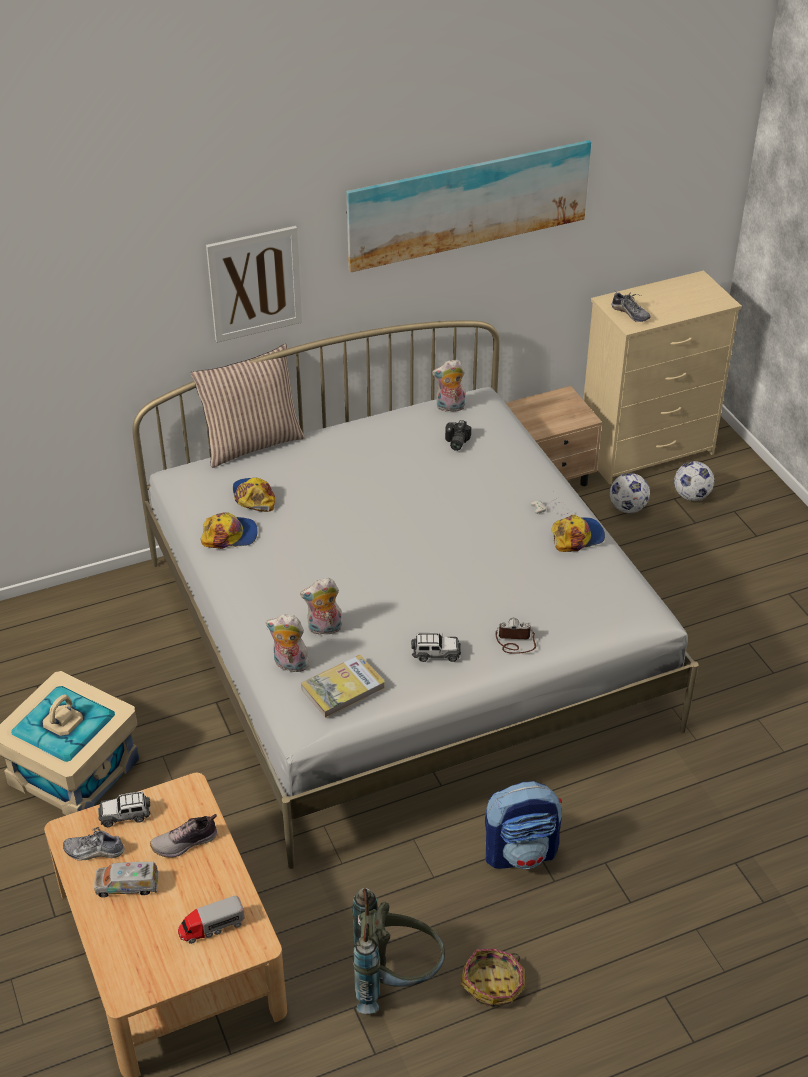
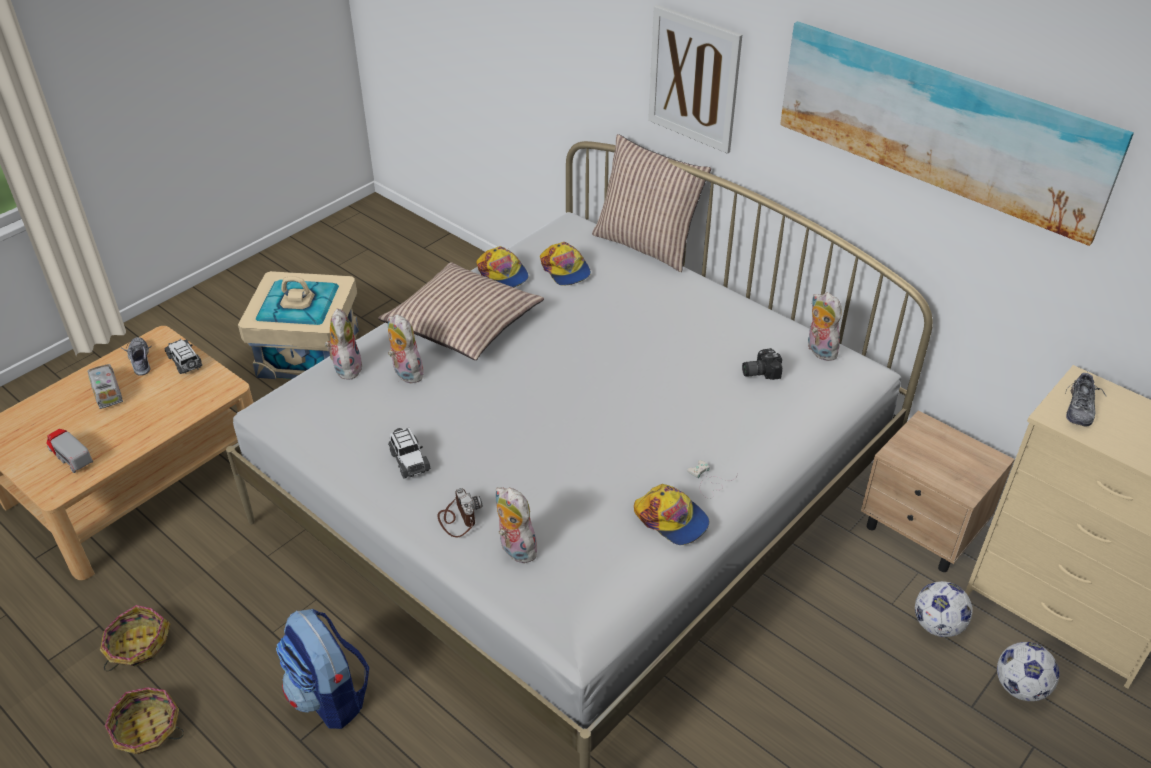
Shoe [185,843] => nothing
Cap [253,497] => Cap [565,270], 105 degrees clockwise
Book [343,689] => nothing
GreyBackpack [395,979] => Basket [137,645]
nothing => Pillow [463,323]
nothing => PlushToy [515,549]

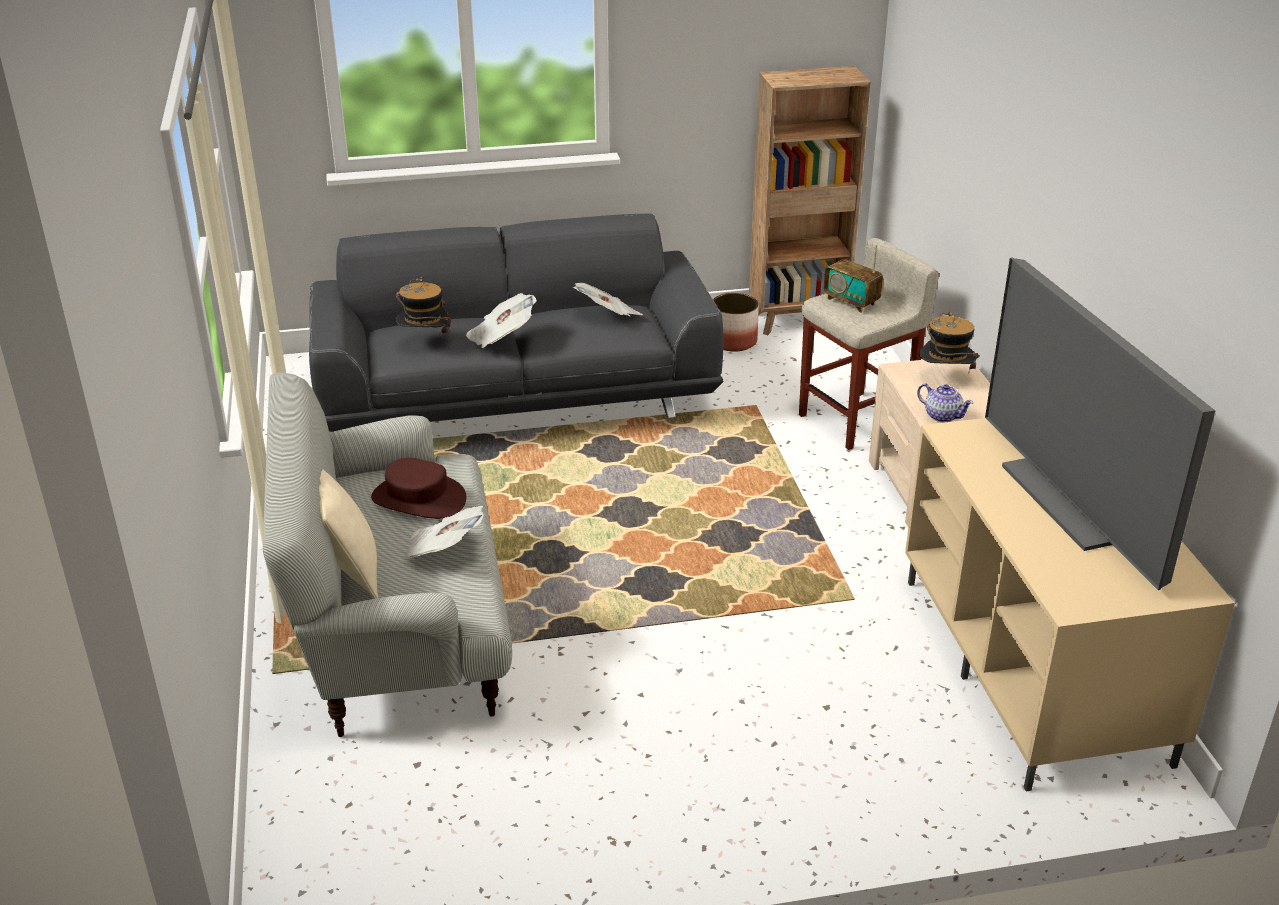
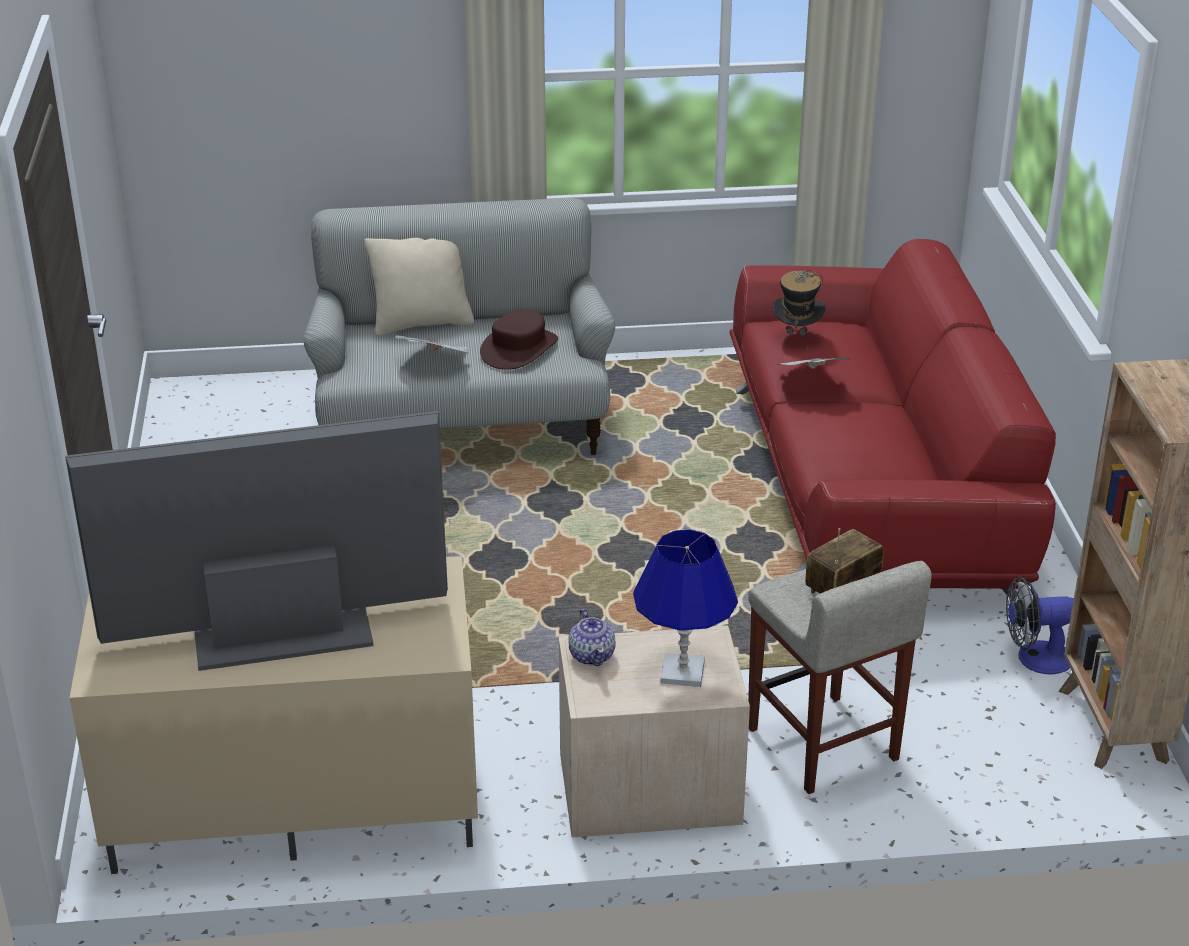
GreySofa [517,396] => RedSofa [872,486]
Newspaper [608,316] => nothing
Planter [733,341] => Fan [1035,658]
Teapot [942,415] => Teapot [592,655], 60 degrees counterclockwise
Hat [944,379] => BlueTableLamp [682,672]

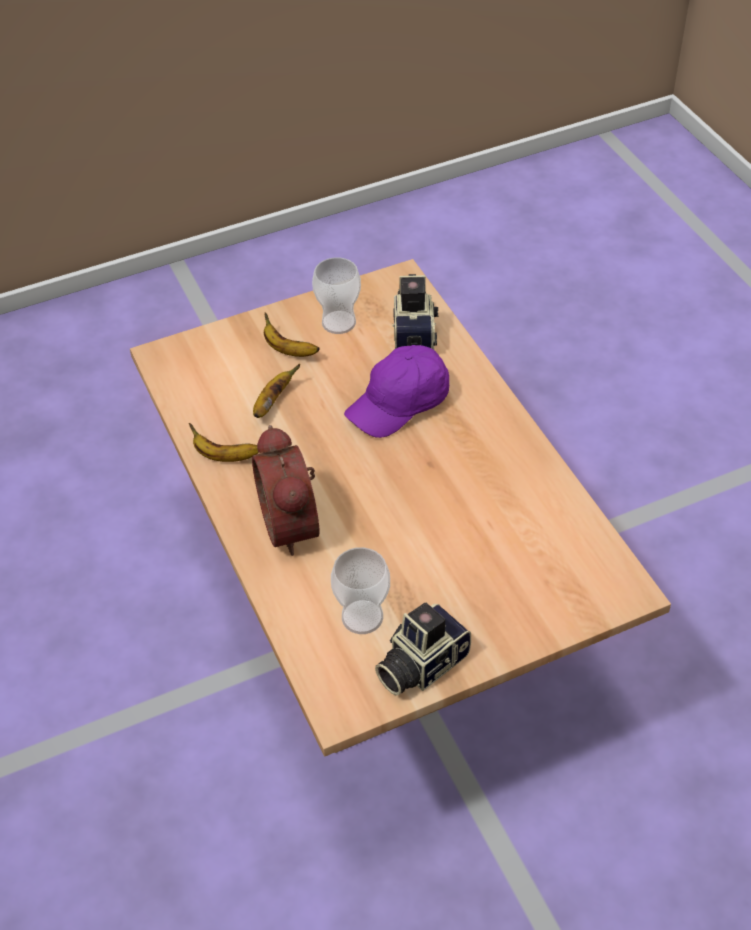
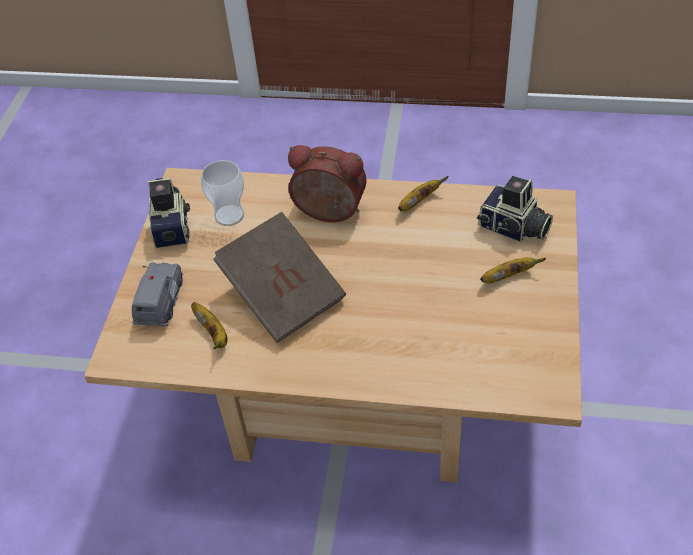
Banana [272,402] => Banana [213,333], shifted
Cup [338,322] => nothing
PurpleCap [400,404] => nothing
PhotoCamera [415,332] => PhotoCamera [513,229], shifted
nothing => GreyToyCar [161,301]
nothing => BrownBook [283,294]

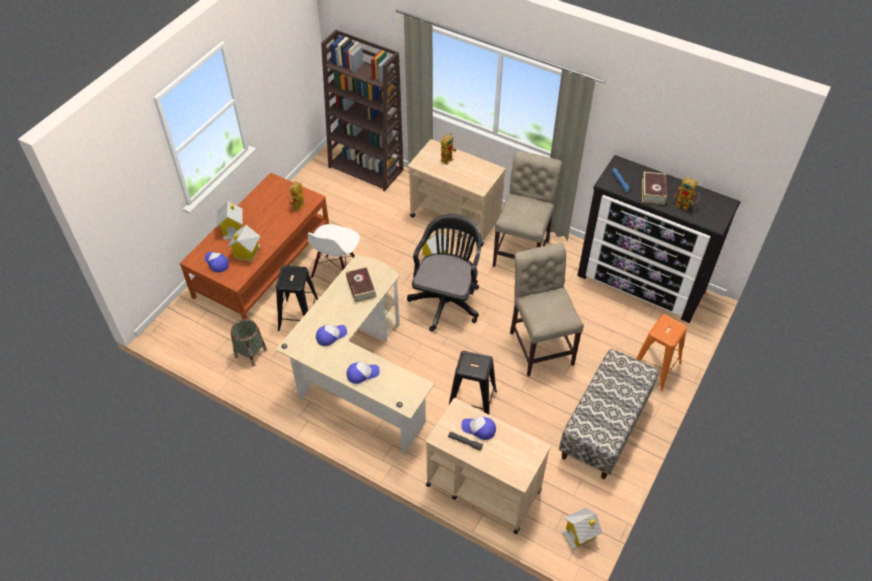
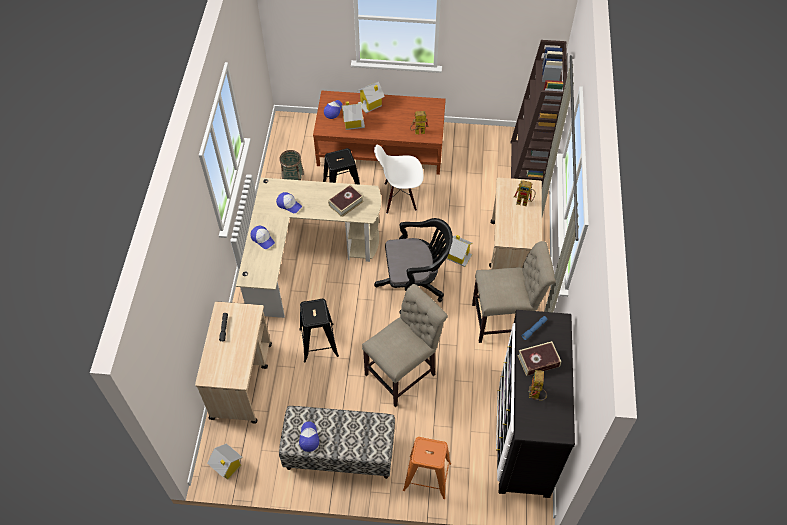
Cap [479,429] => Cap [309,437], shifted

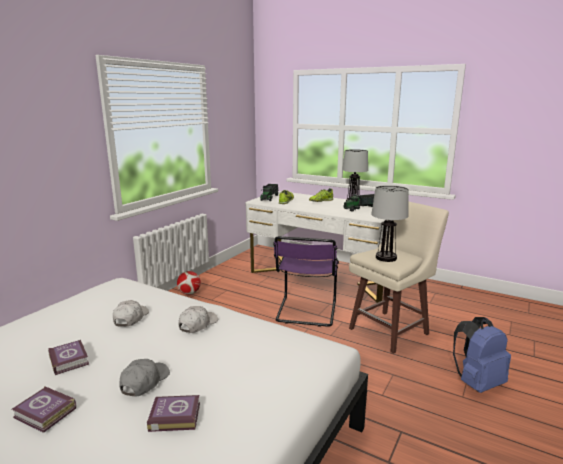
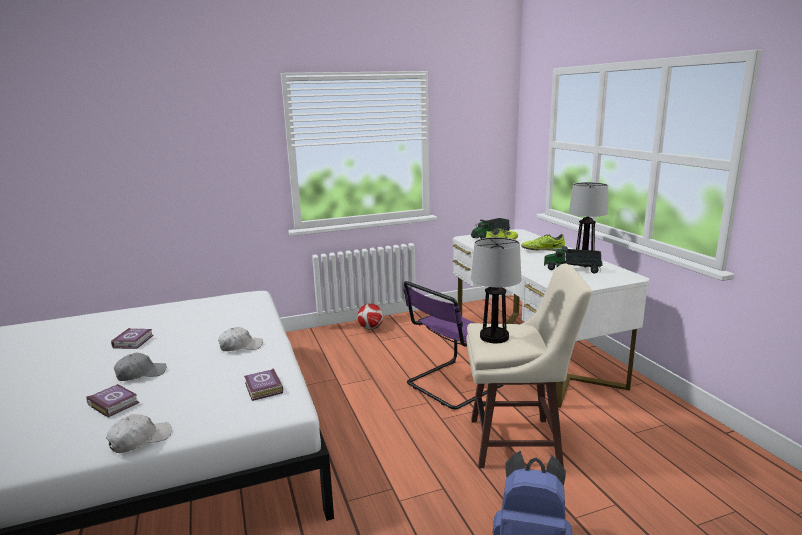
Book [45,414] => Book [263,388], shifted
WhiteCap [131,318] => WhiteCap [140,440], shifted

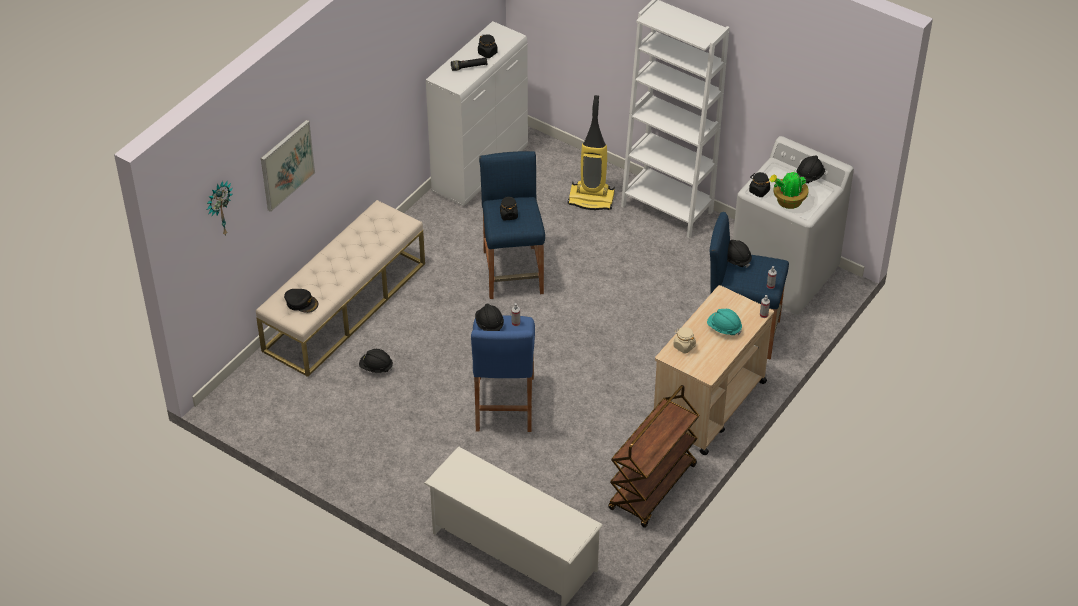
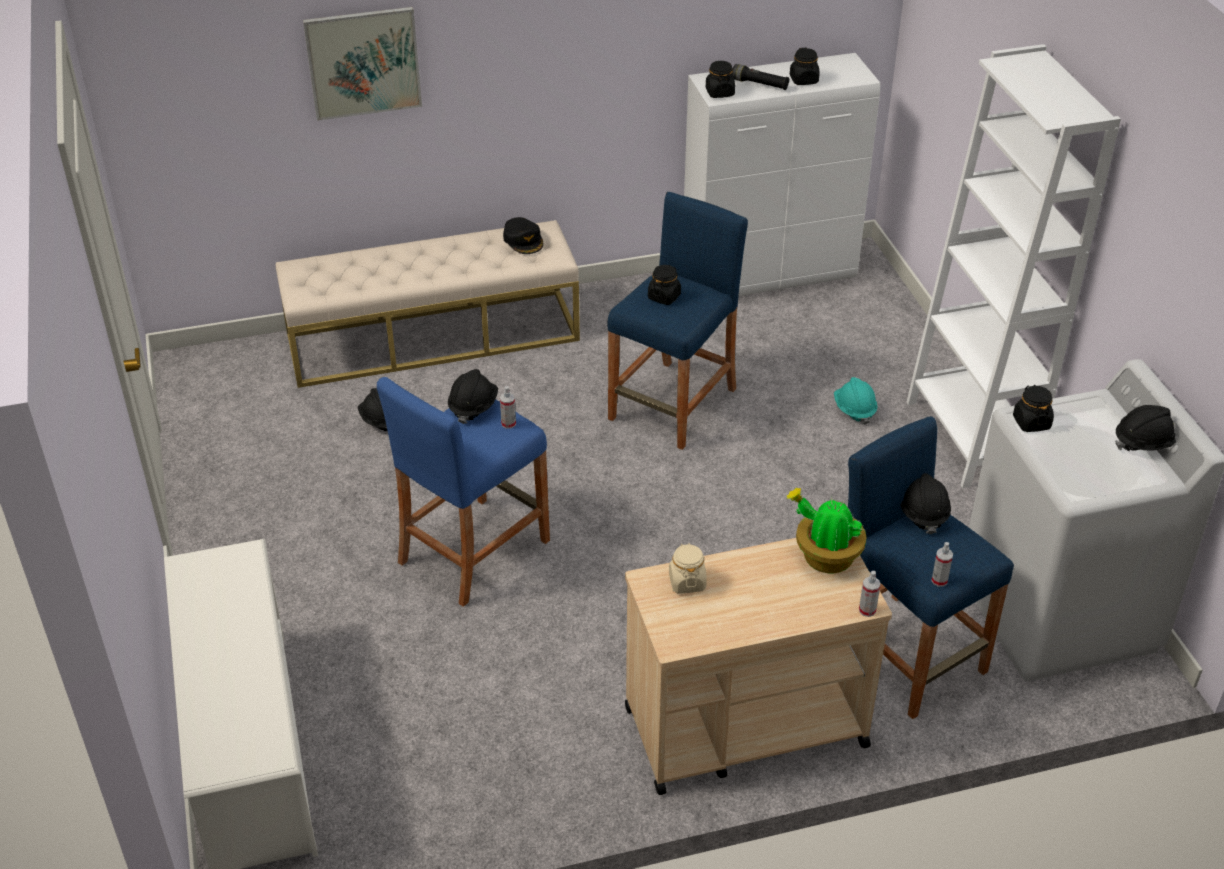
WallClock [219,209] => nothing
BlackCap [301,303] => BlackCap [523,240], shifted
VacuumCleaner [592,199] => nothing
BrownCart [653,488] => nothing
TurquoiseHardHat [724,328] => TurquoiseHardHat [854,410], shifted
PottedPlant [788,202] => PottedPlant [825,557], shifted
nothing => BlackJar [719,92]

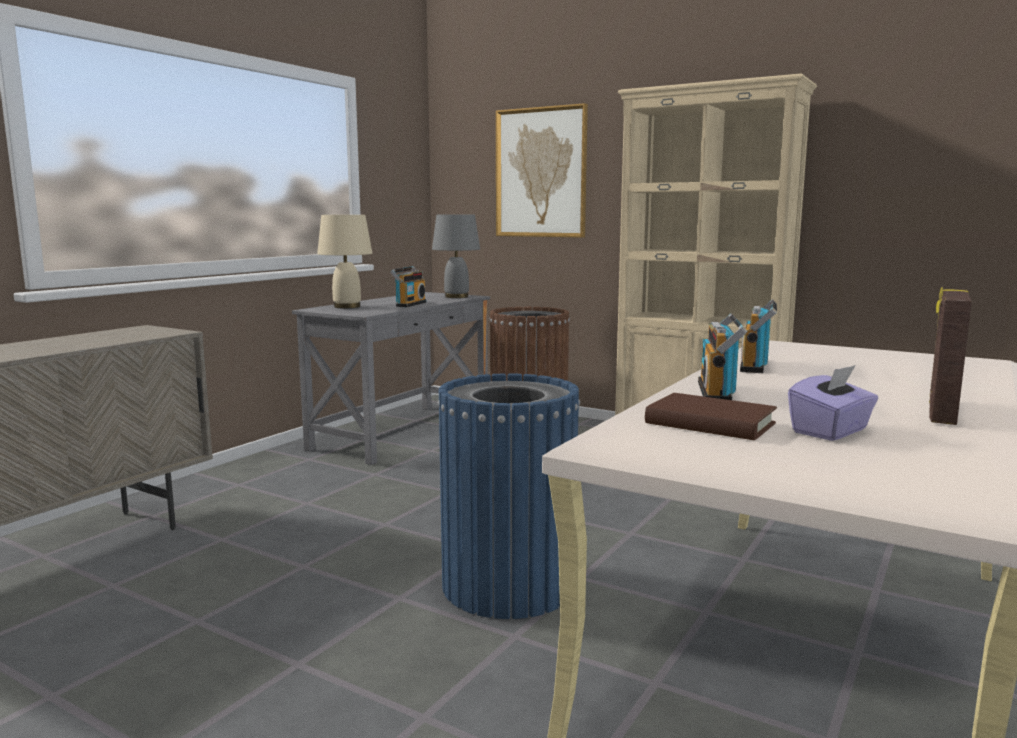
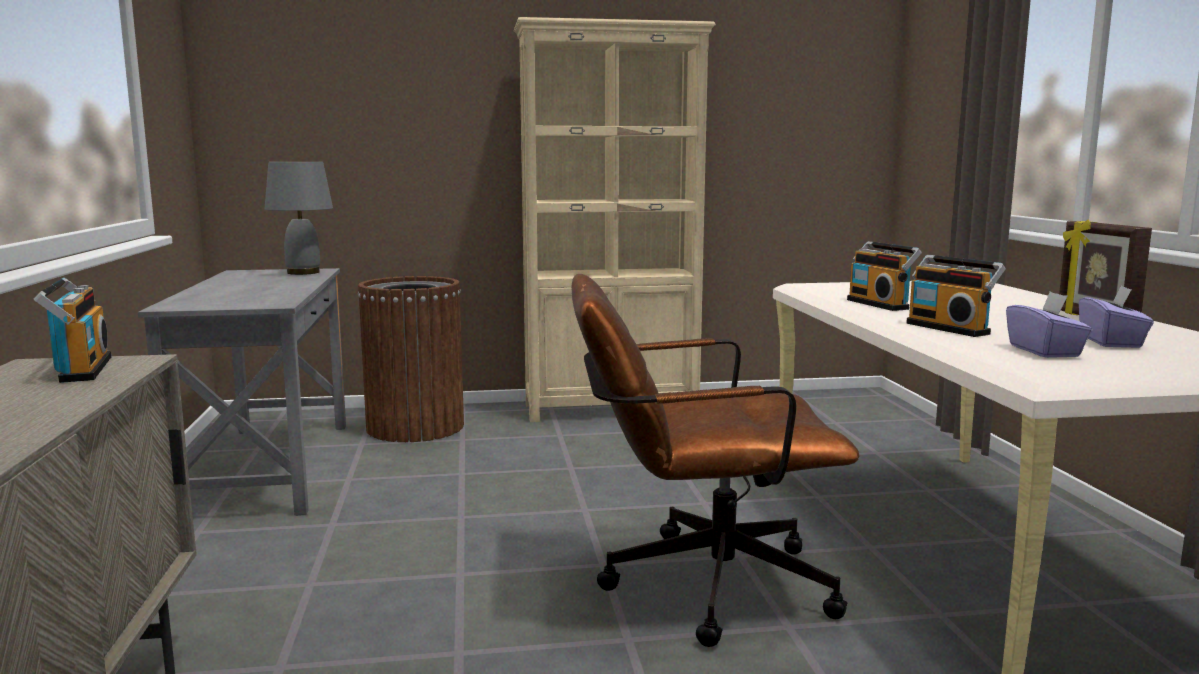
BeigeTableLamp [347,306] => nothing
Radio [409,304] => Radio [80,370], shifted
BlueTrashCan [508,585] => BrownOfficeChair [698,585]
Picture [541,173] => nothing
BrownBook [710,424] => PurpleTissueBox [1045,351]

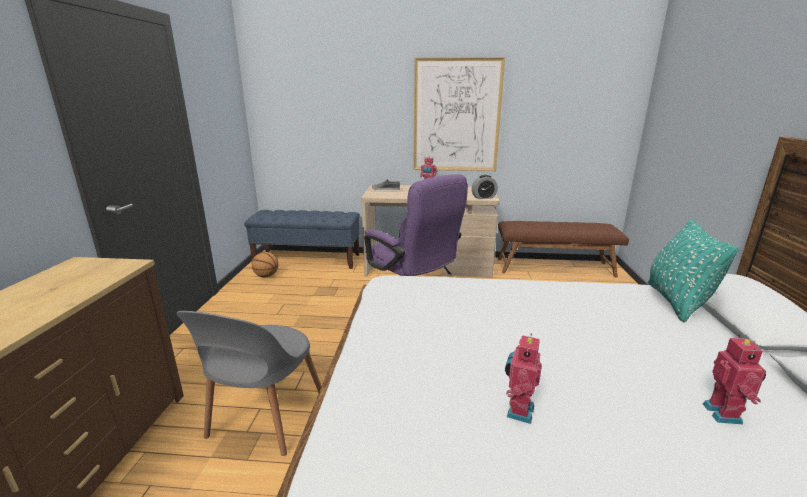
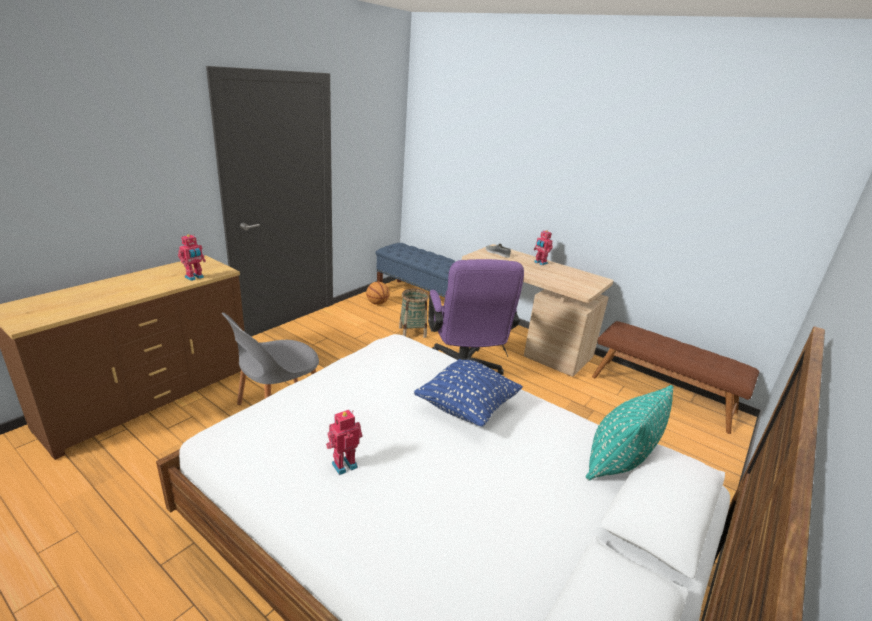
Picture [456,116] => nothing
AlarmClock [483,197] => nothing
ToyRobot [724,414] => ToyRobot [195,277], shifted
nothing => Basket [412,332]
nothing => BluePillow [466,408]

